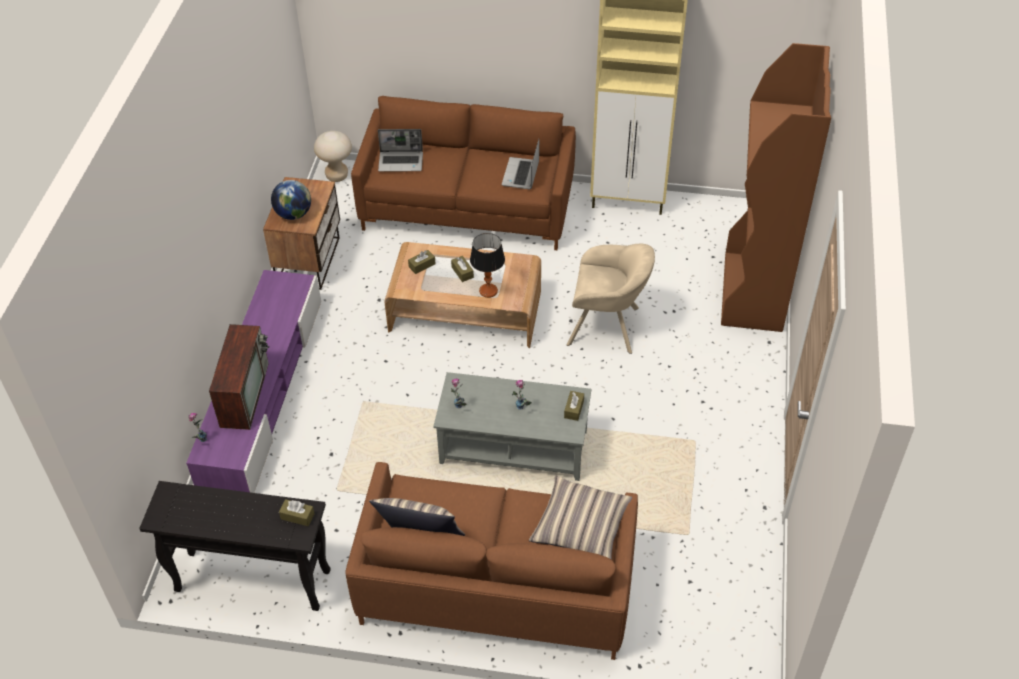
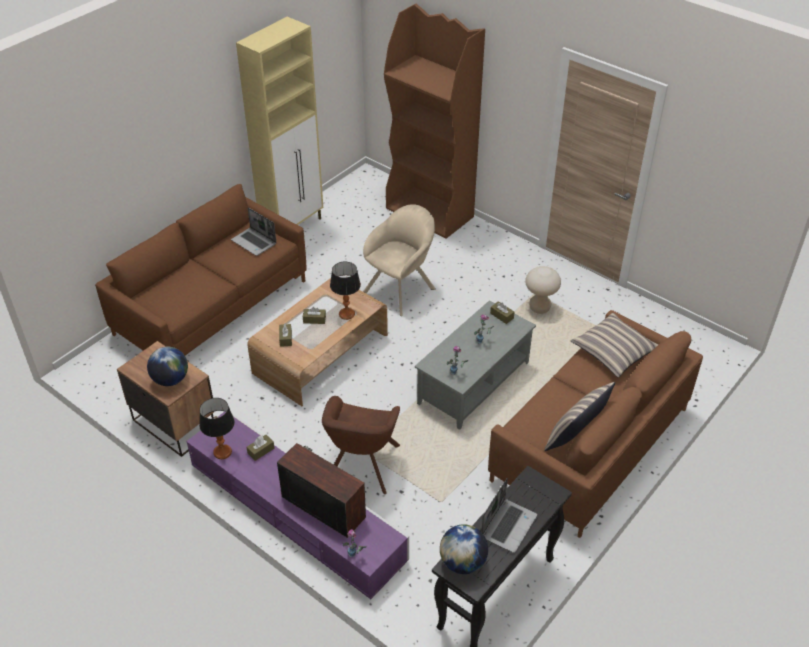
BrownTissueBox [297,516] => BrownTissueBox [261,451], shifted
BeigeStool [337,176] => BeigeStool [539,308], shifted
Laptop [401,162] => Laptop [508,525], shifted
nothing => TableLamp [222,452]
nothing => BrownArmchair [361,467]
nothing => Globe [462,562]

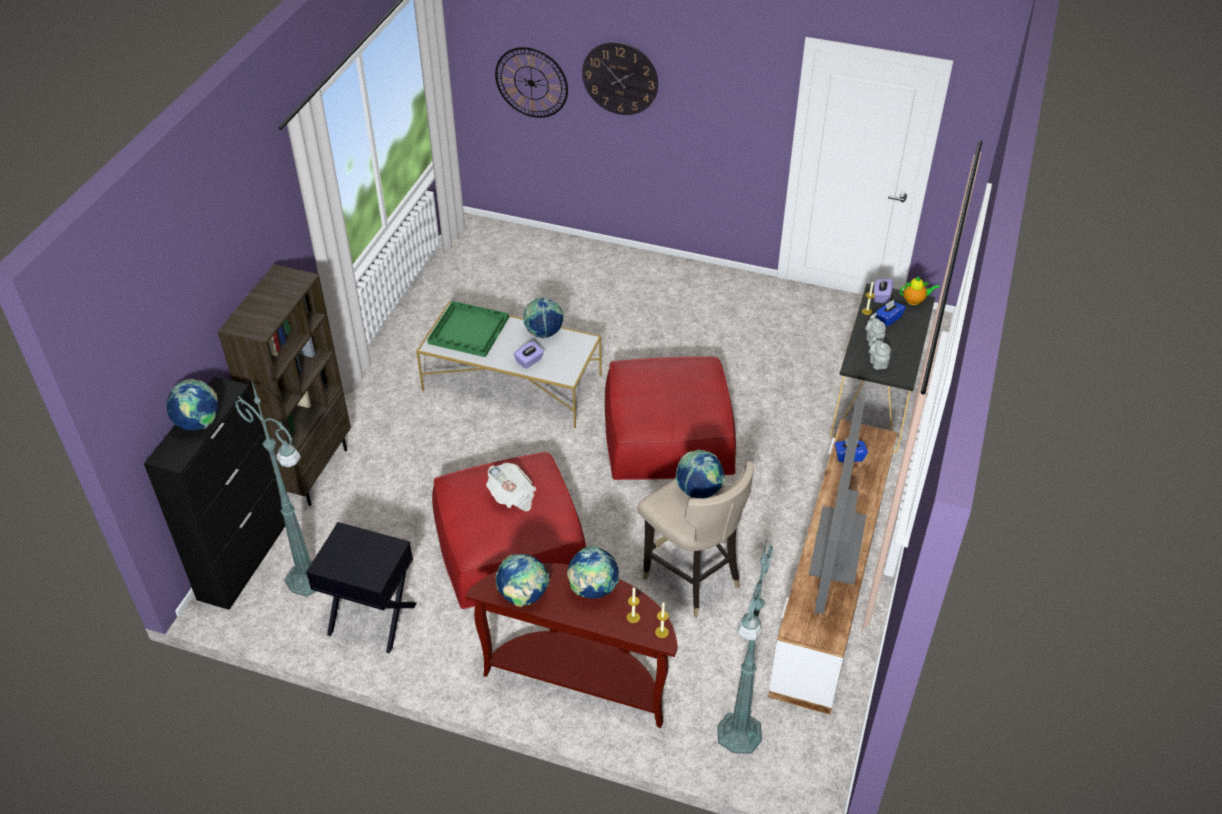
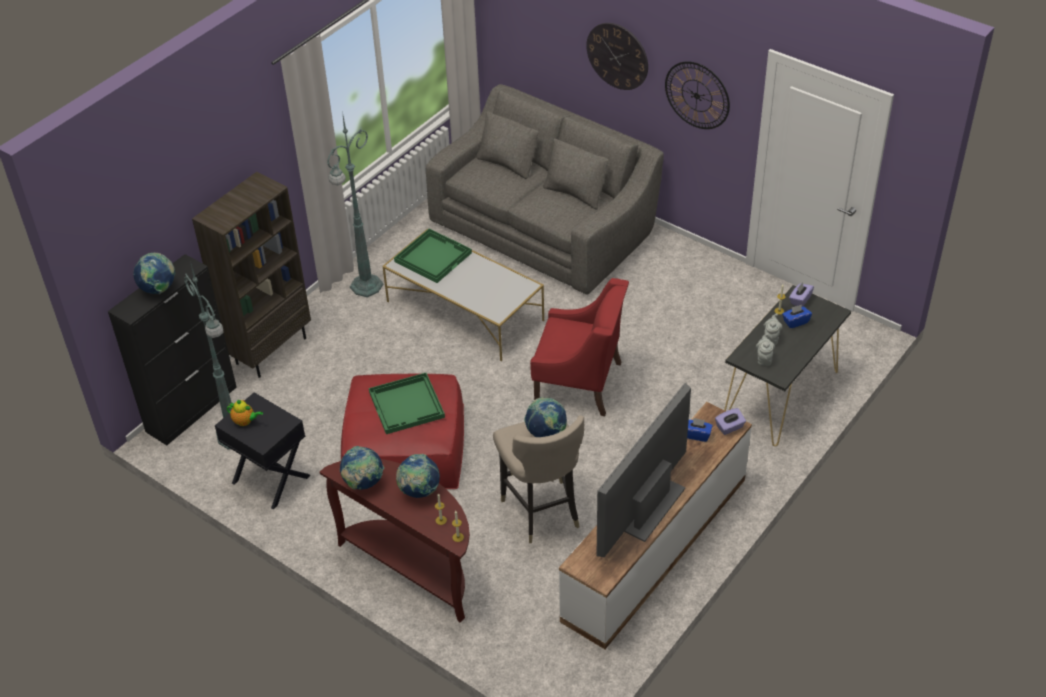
Newspaper [512,496] => GreenTray [407,405]
WallClock [531,82] => WallClock [697,95], shifted
PurpleTissueBox [529,361] => PurpleTissueBox [729,427], shifted
Globe [544,333] => nothing
RedOttoman [668,432] => RedArmchair [579,383]
GreenFloorLamp [738,736] => GreenFloorLamp [365,287], shifted
Teapot [915,301] => Teapot [245,421], shifted
nothing => GreySofa [543,226]

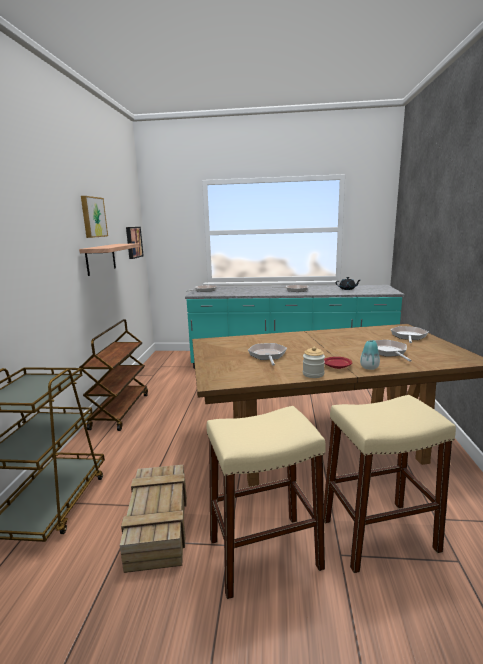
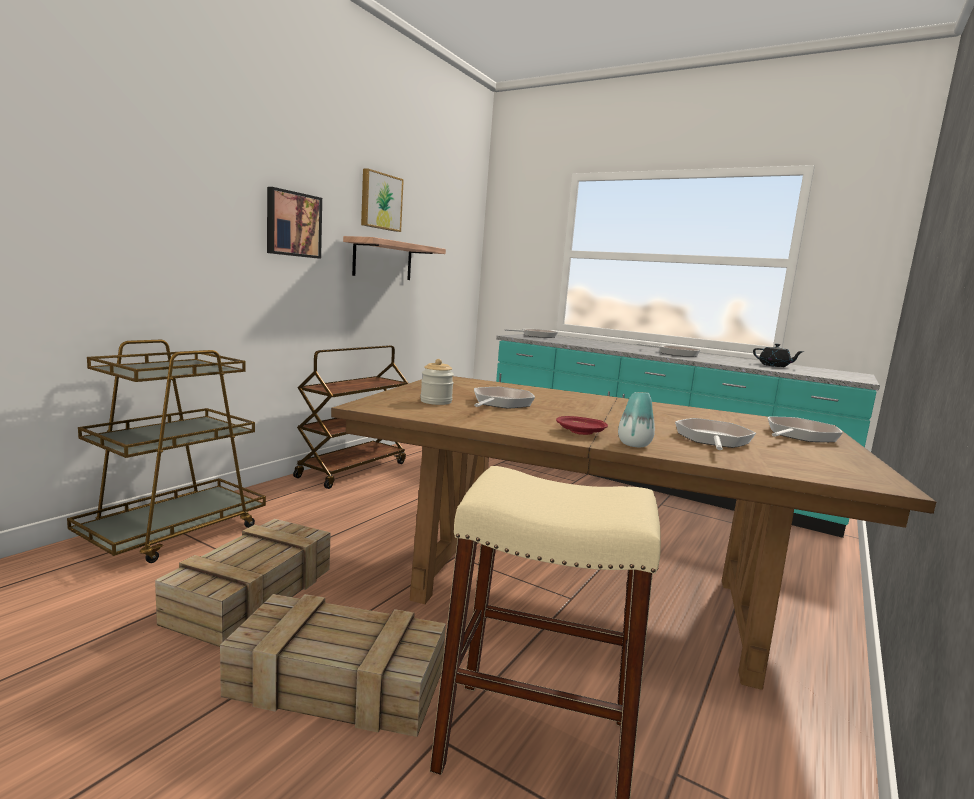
Picture [133,242] => Picture [292,224], shifted
BeigeStool [264,553] => Crate [334,683]
Jar [313,374] => Jar [436,401], shifted

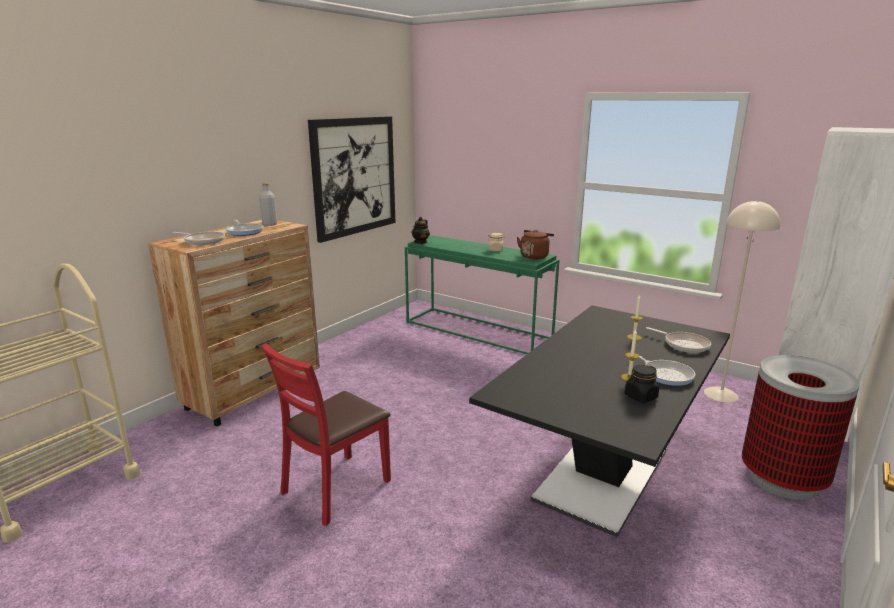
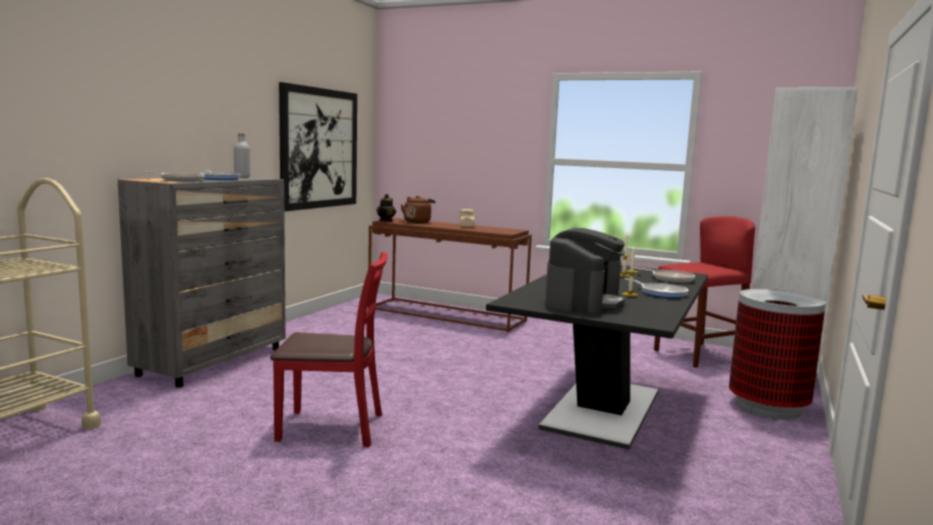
BrownDresser [254,392] => GreyDresser [213,361]
RedChair [335,488] => RedChair [332,428], 120 degrees counterclockwise
GreenConsoleTable [478,331] => BrownConsoleTable [447,315]
BrownKettle [534,256] => BrownKettle [418,222], shifted
BlackJar [640,396] => nothing
BeigeFloorLamp [721,394] => RedStool [698,355]
nothing => CoffeeMachine [583,301]

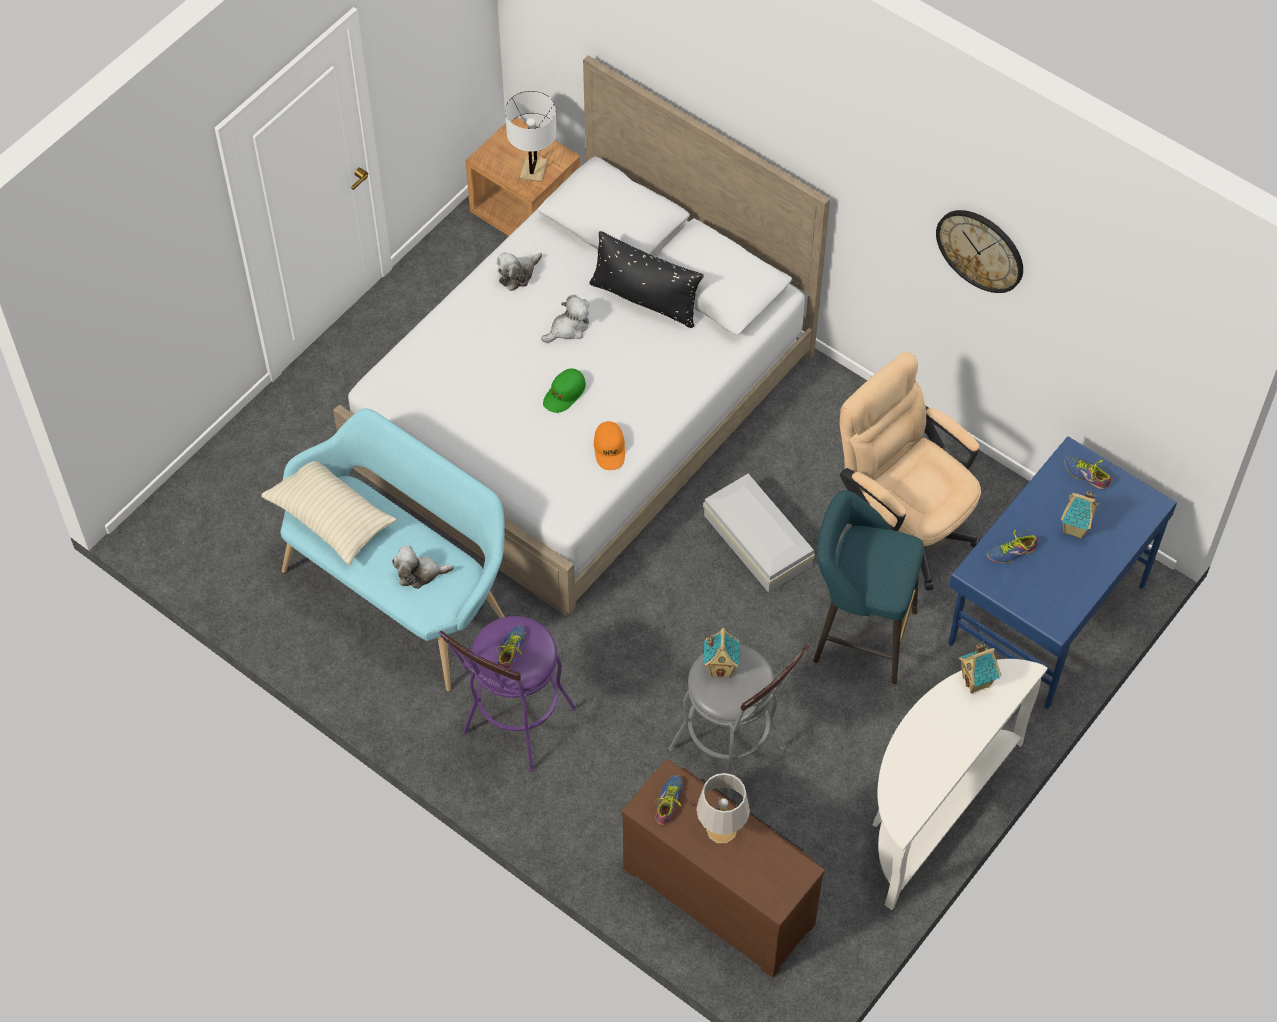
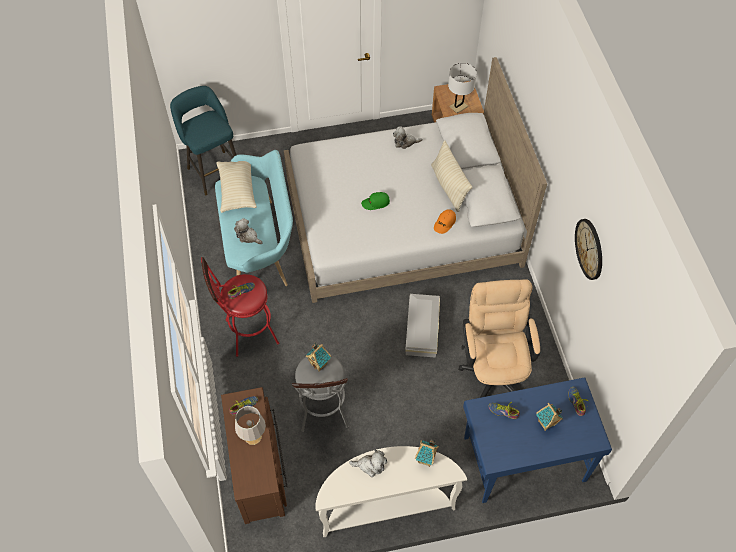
PurpleStool [514,728] => RedStool [247,333]
PlushToy [568,328] => PlushToy [370,465], shifted
BlackPillow [645,299] => BeigePillow [449,186]
OrangeCap [609,449] => OrangeCap [444,223], shifted
TurquoiseStool [858,634] => TurquoiseStool [213,170], shifted

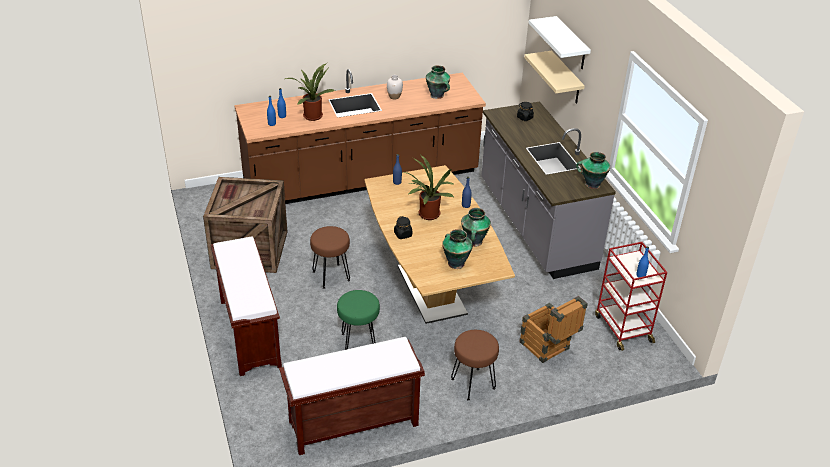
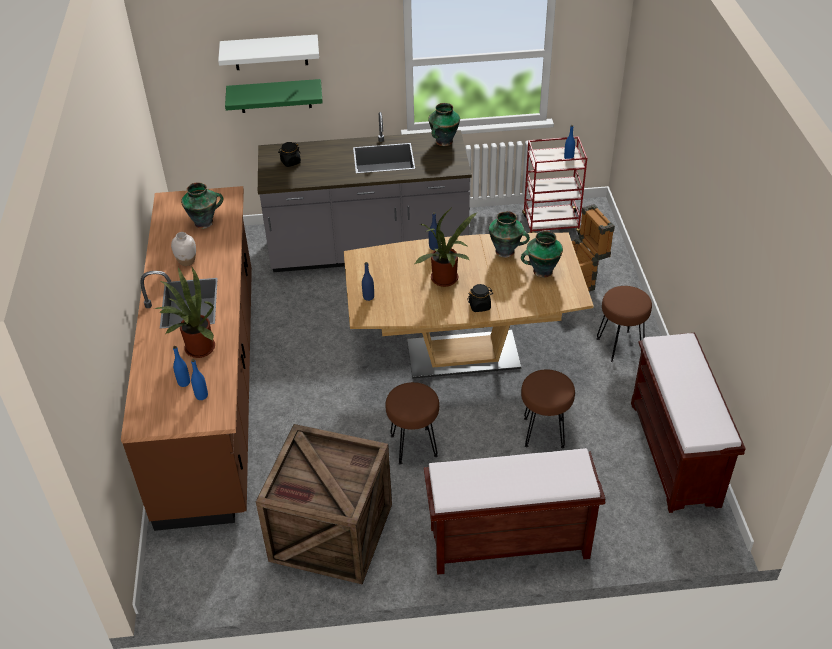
GreenStool [358,342] => BrownStool [543,433]
BeigeShelf [566,78] => GreenShelf [275,96]

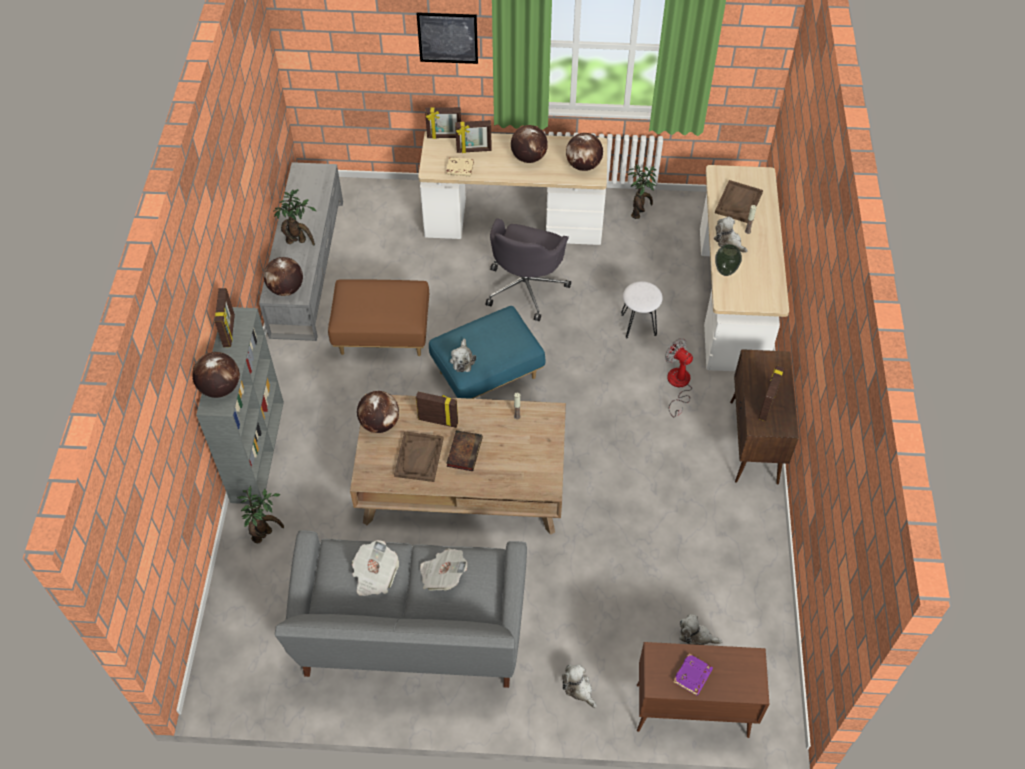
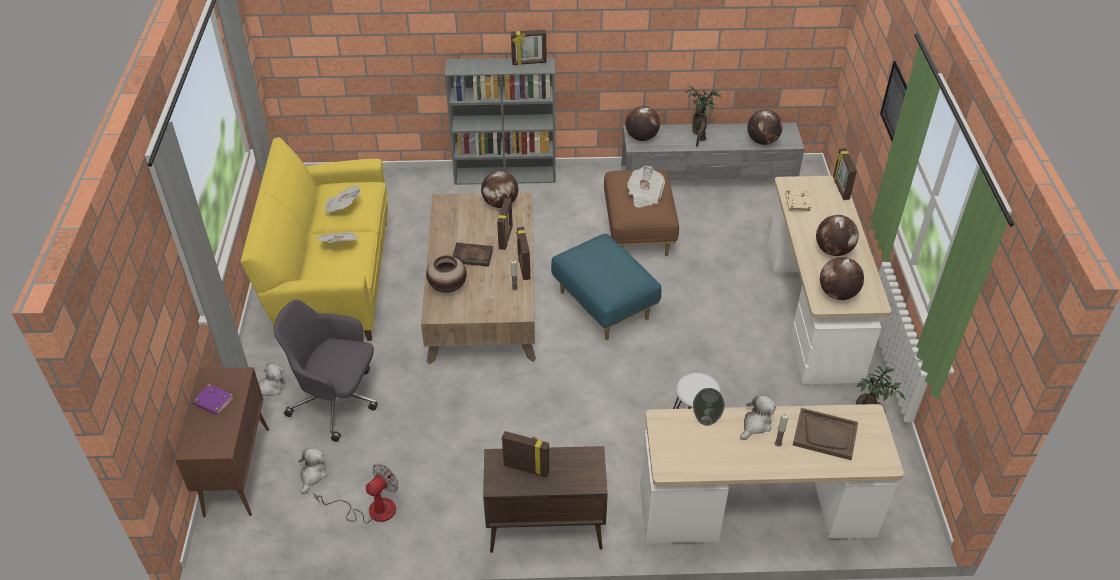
Globe [220,388] => Globe [762,141], shifted
PottedPlant [265,533] => nothing
GreySofa [411,634] => YellowSofa [332,279]
BrownTray [419,458] => nothing
PlushToy [462,360] => nothing
PictureFrame [474,150] => PictureFrame [523,267], shifted
GreyOfficeChair [526,287] => GreyOfficeChair [337,401], shifted
Fan [678,385] => Fan [371,510], shifted
nothing => Vase [447,287]
nothing => Newspaper [644,195]

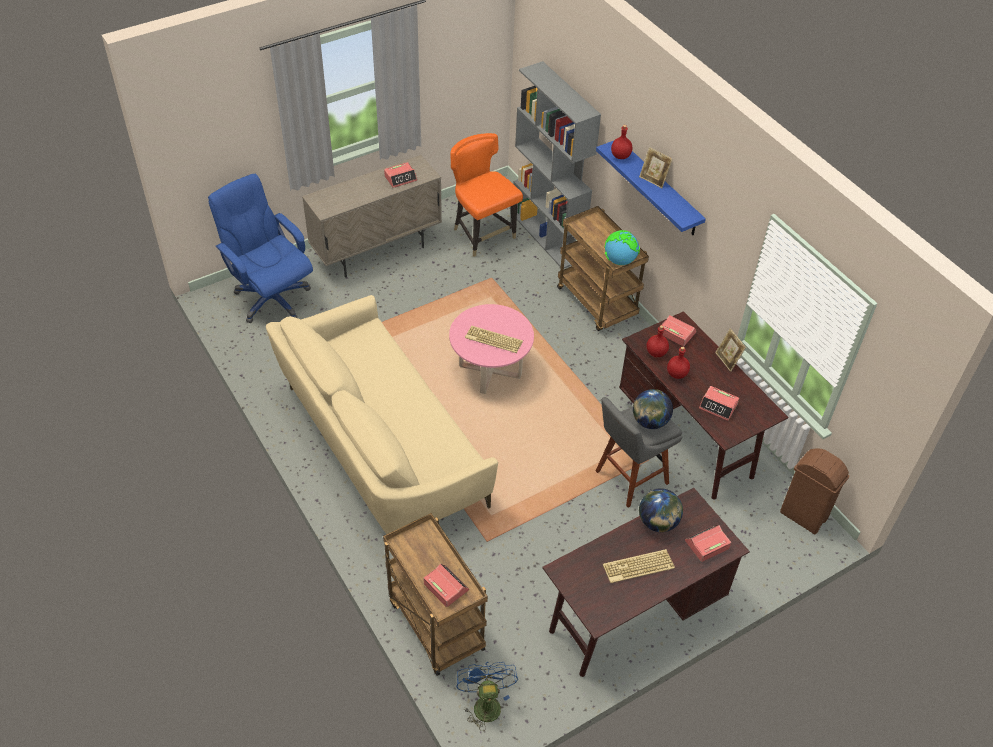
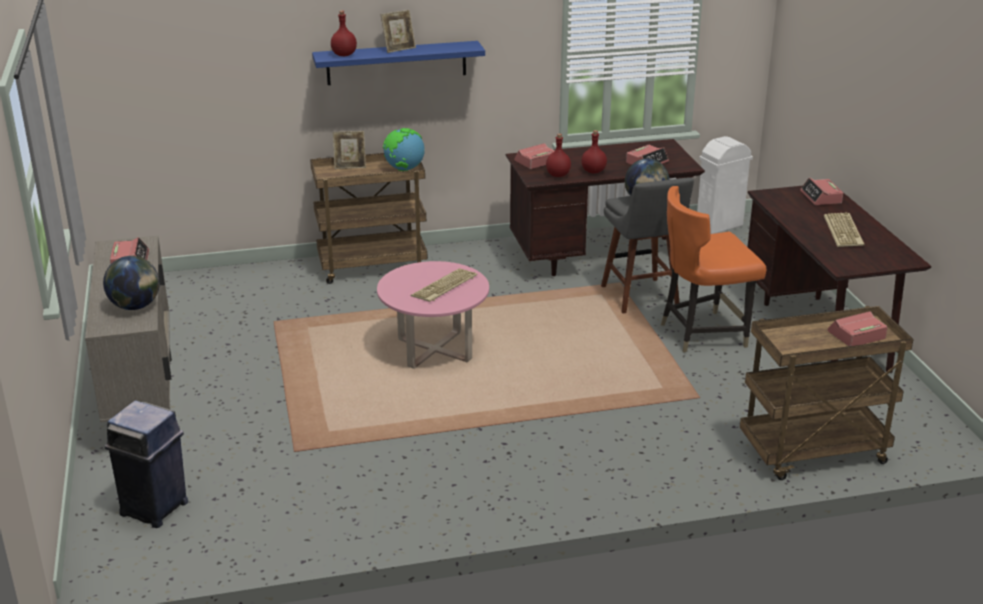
BlueOfficeChair [271,298] => BlueTrashCan [155,508]
BeigeSofa [380,445] => nothing
OrangeChair [483,235] => OrangeChair [702,333], shifted
BlueFan [485,703] => nothing
GreyBookcase [548,237] => nothing
Globe [657,522] => Globe [135,307], shifted
PictureFrame [727,360] => PictureFrame [350,166], shifted
BrownTrashCan [803,516] => WhiteTrashCan [719,226]

